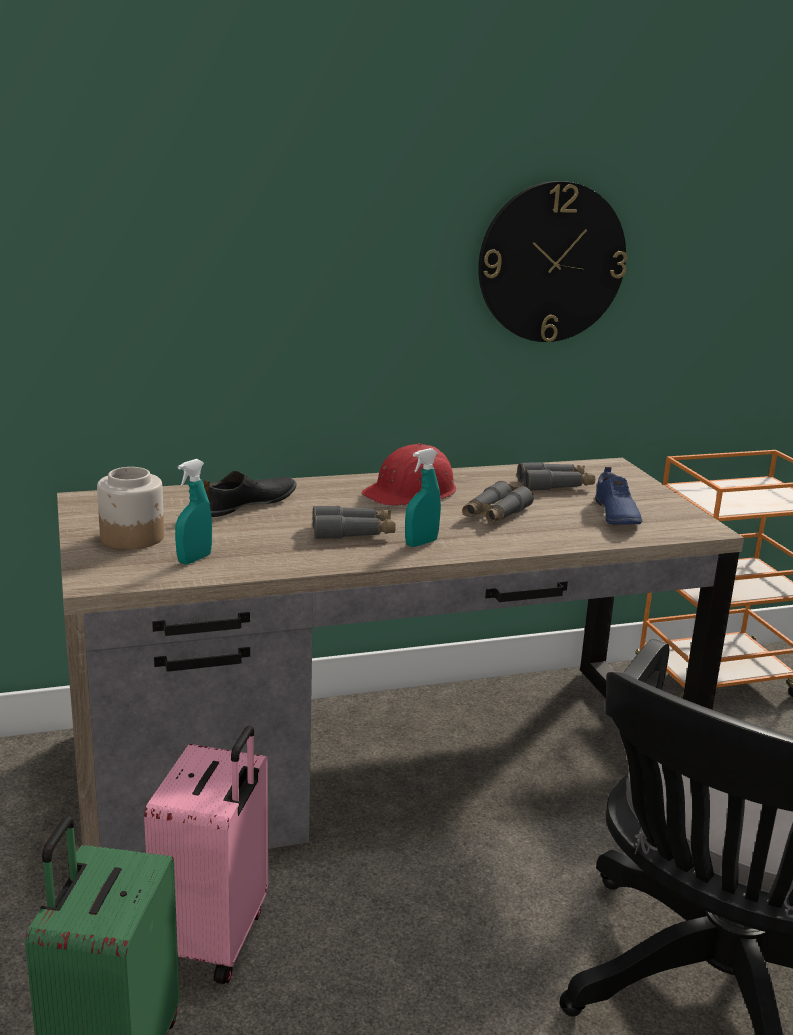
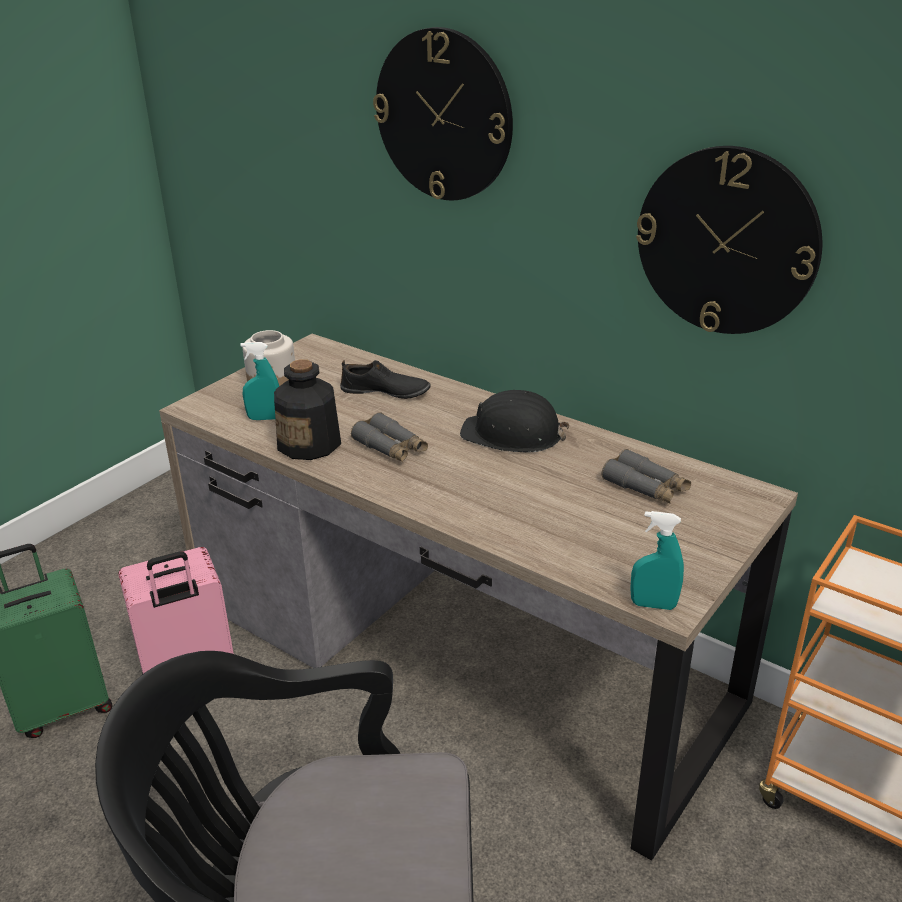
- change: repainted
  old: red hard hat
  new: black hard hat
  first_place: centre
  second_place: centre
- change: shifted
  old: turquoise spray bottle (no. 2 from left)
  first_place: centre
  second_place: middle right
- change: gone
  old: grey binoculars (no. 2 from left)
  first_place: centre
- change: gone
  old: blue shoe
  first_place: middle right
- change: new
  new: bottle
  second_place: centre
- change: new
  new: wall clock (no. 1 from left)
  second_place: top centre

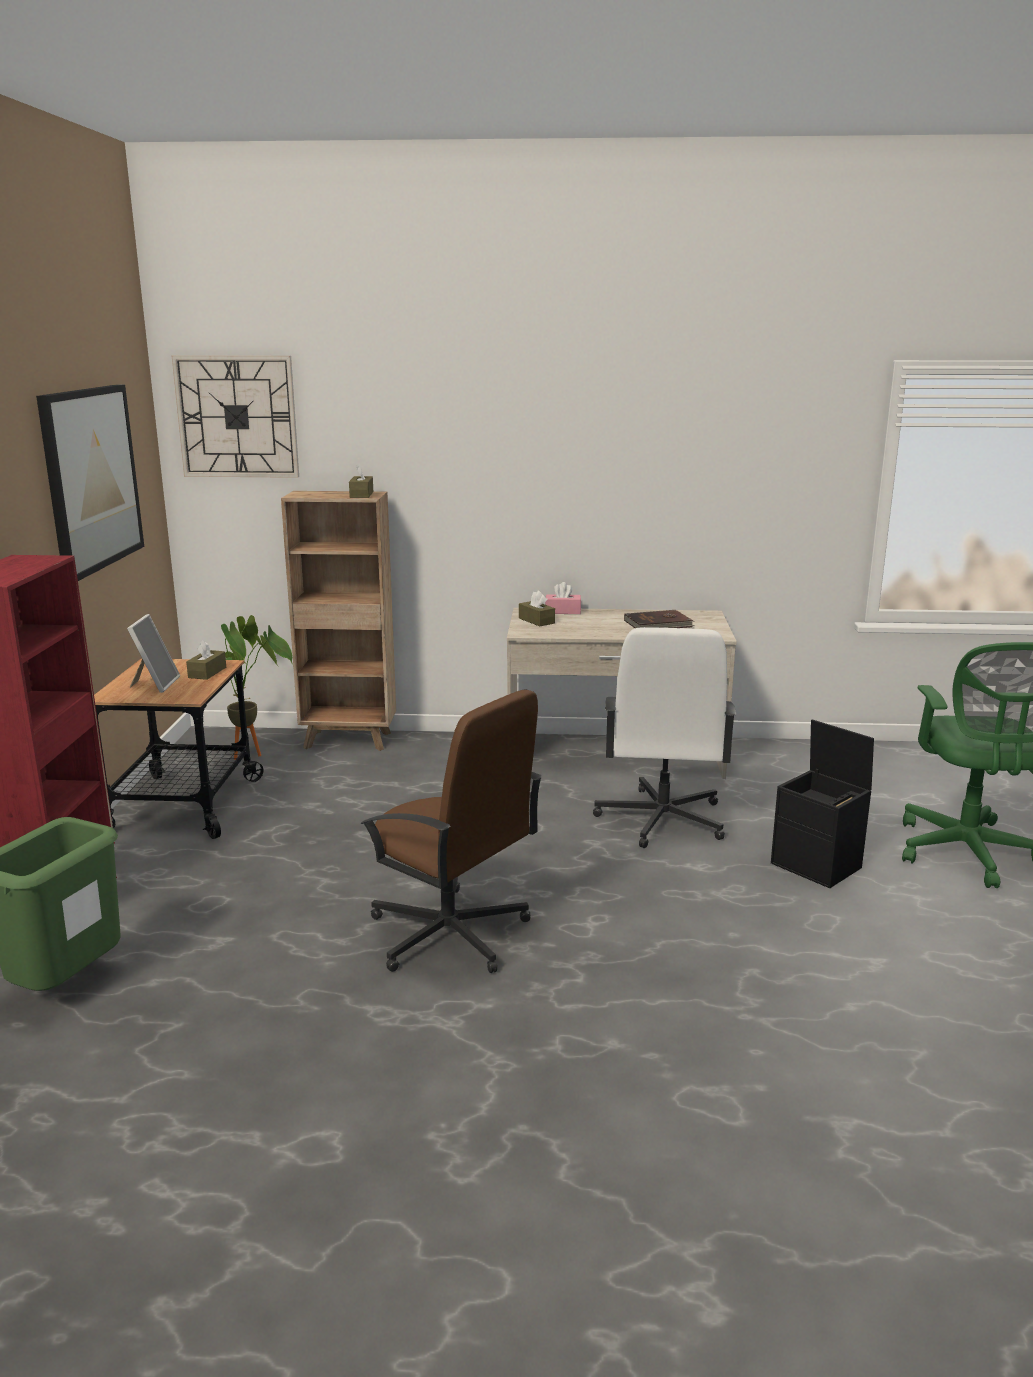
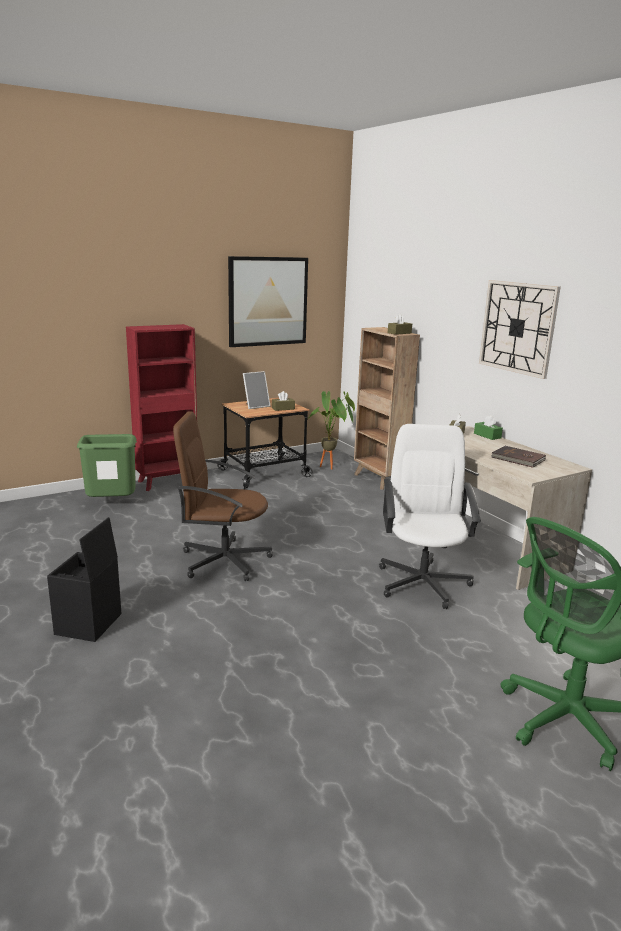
- change: shifted
  old: wall clock
  first_place: top left
  second_place: middle right
- change: rotated
  old: brown office chair
  first_place: centre
  second_place: centre
  degrees: 90
- change: repainted
  old: pink tissue box
  new: green tissue box
  first_place: centre
  second_place: middle right
- change: rotated
  old: white office chair
  first_place: centre
  second_place: middle right
  degrees: 120
- change: shifted
  old: black storage box
  first_place: middle right
  second_place: middle left

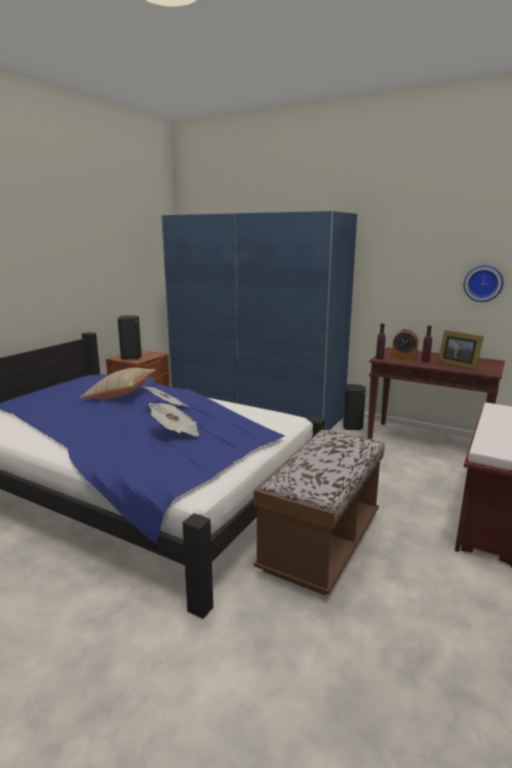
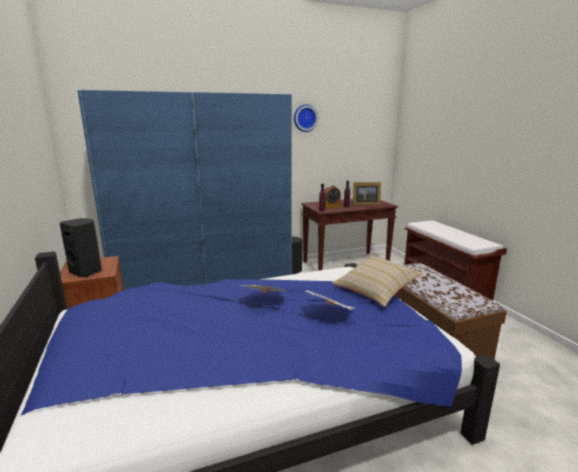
- change: shifted
  old: beige pillow
  first_place: middle left
  second_place: centre
- change: shifted
  old: wall clock
  first_place: middle right
  second_place: top centre

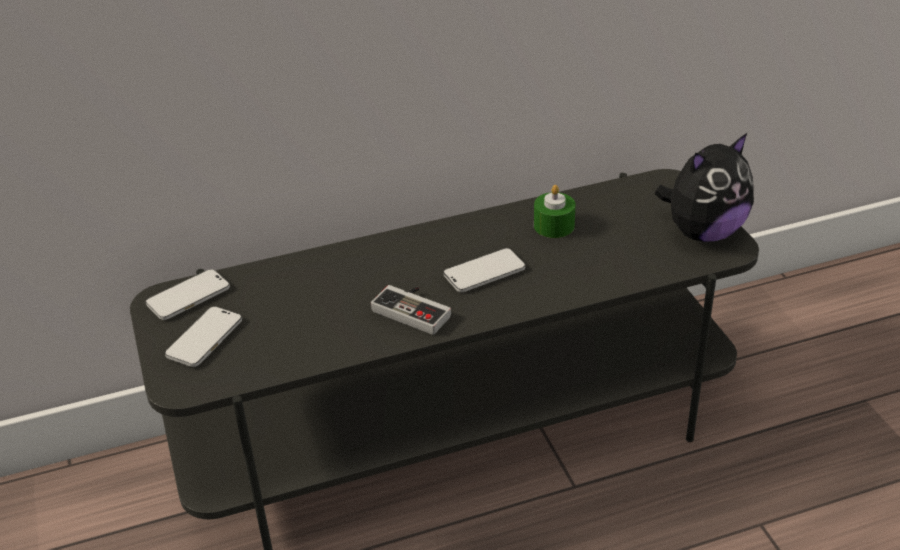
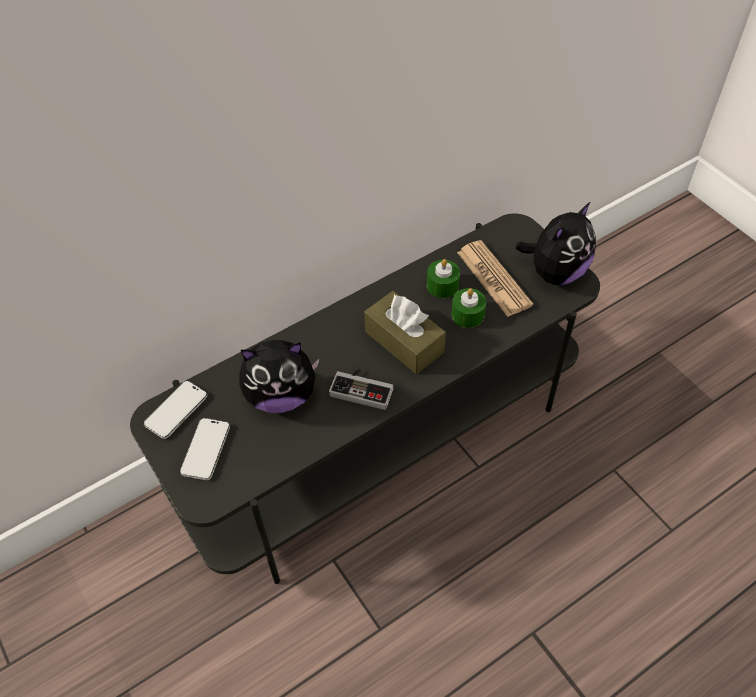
- change: swapped
  old: phone (no. 3 from left)
  new: brown tissue box
  first_place: centre
  second_place: centre
- change: new
  new: plush toy (no. 1 from left)
  second_place: centre
- change: new
  new: green candle (no. 2 from left)
  second_place: centre
- change: new
  new: newspaper
  second_place: centre

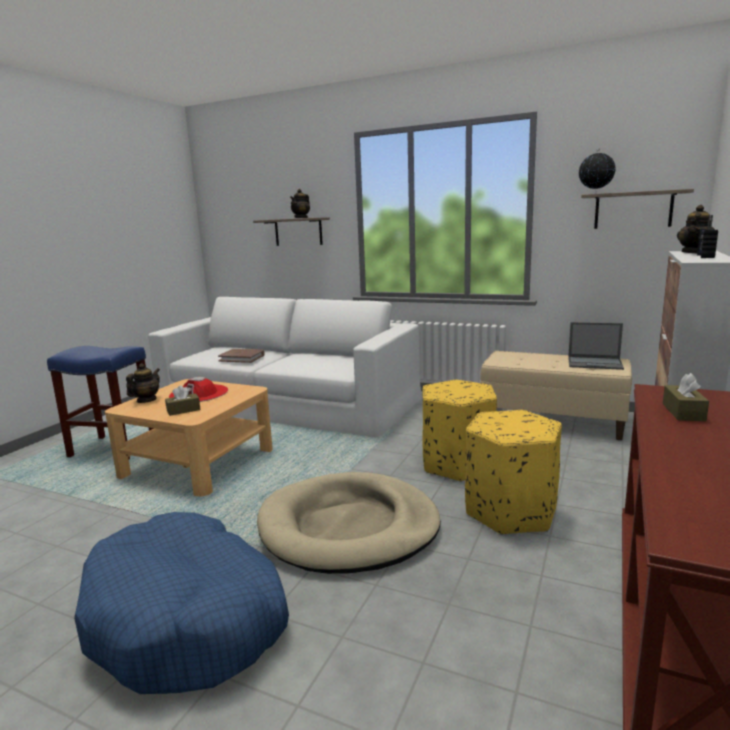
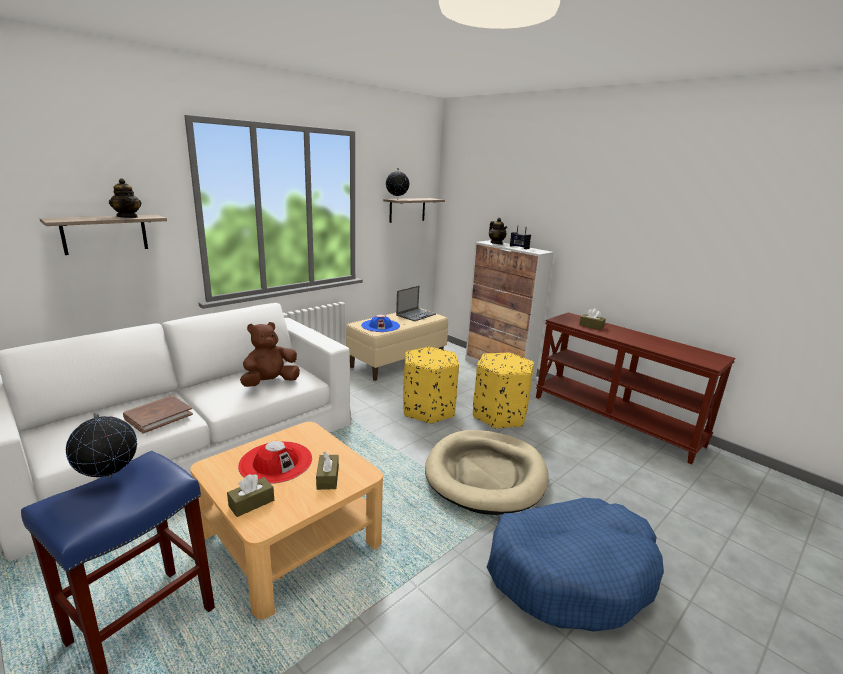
- change: swapped
  old: teapot (no. 1 from left)
  new: brown tissue box (no. 1 from left)
  first_place: middle left
  second_place: bottom left
- change: new
  new: globe (no. 1 from left)
  second_place: middle left
- change: new
  new: brown plush toy
  second_place: middle left
- change: new
  new: blue hat
  second_place: centre

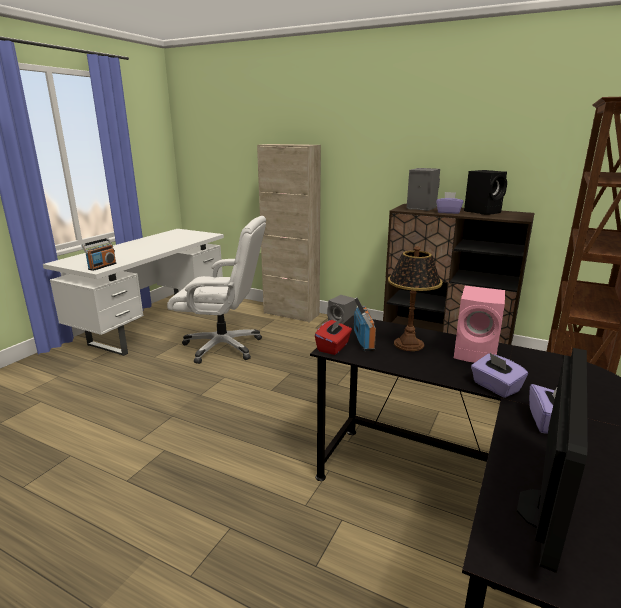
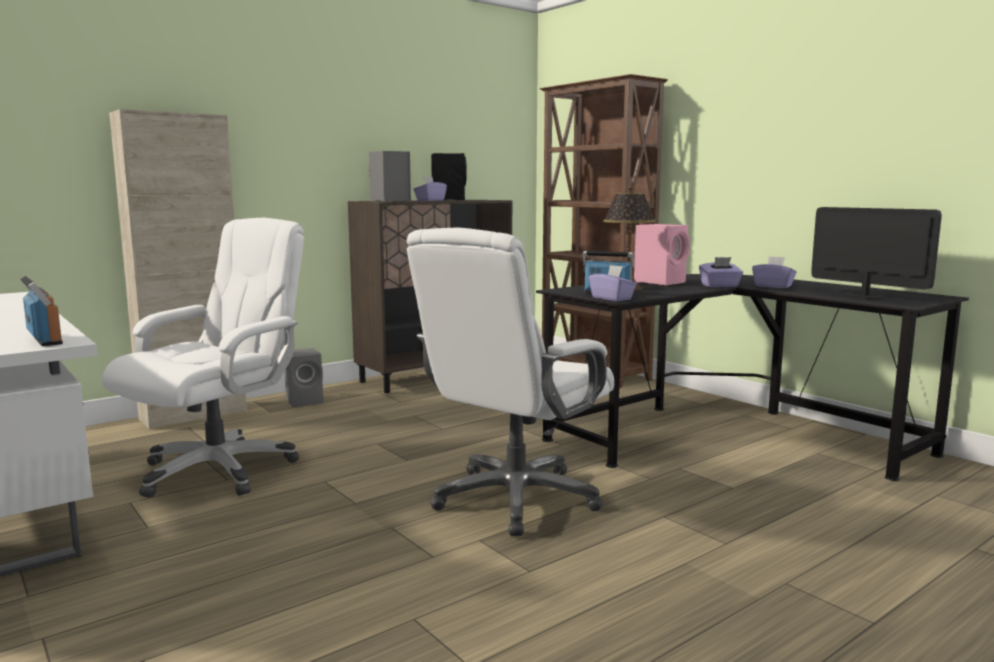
- change: repainted
  old: red tissue box
  new: purple tissue box (no. 2 from left)
  first_place: centre
  second_place: centre
- change: new
  new: white office chair (no. 2 from left)
  second_place: centre

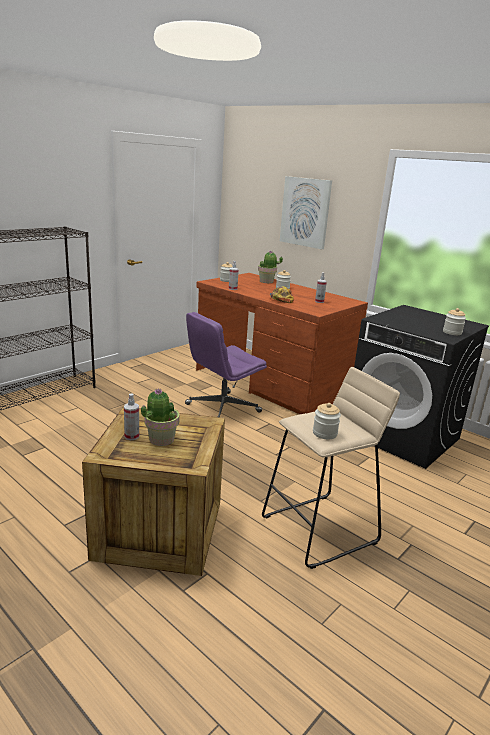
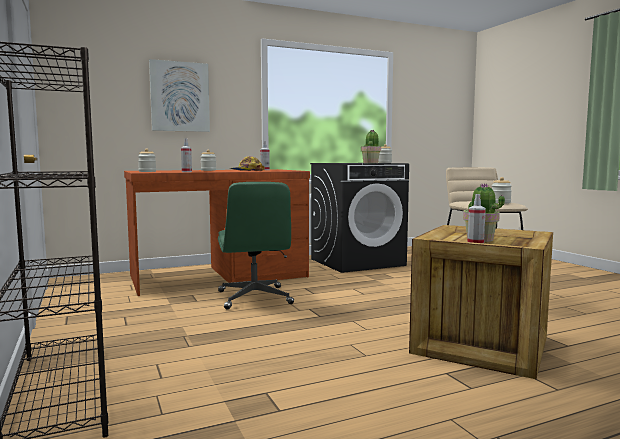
- change: repainted
  old: purple office chair
  new: green office chair
  first_place: centre
  second_place: centre
- change: shifted
  old: potted plant (no. 2 from left in the first image)
  new: potted plant (no. 1 from left)
  first_place: centre
  second_place: top centre

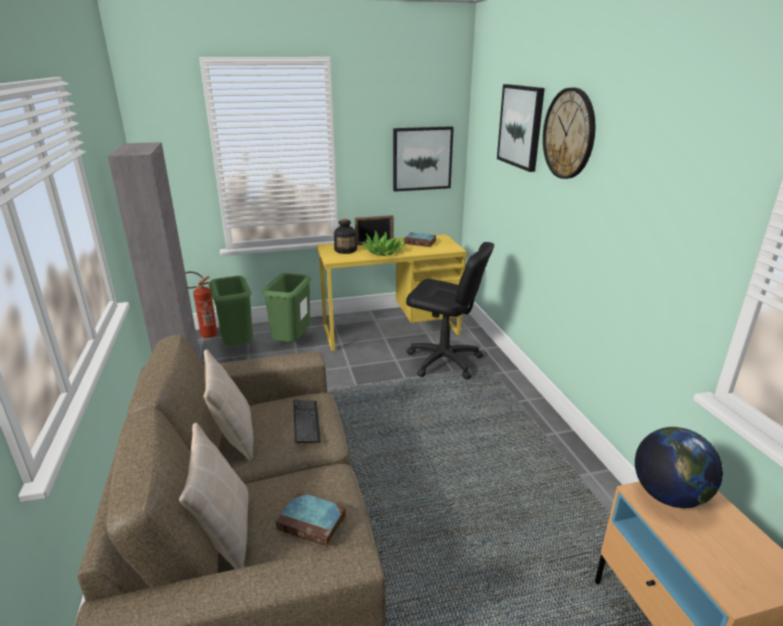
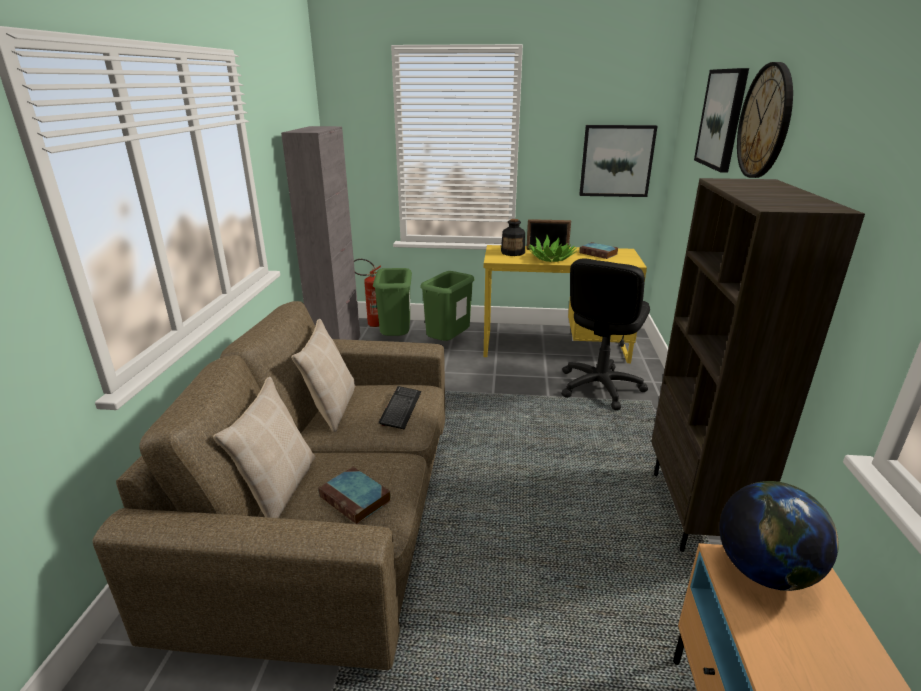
- change: rotated
  old: black office chair
  first_place: centre
  second_place: centre
  degrees: 75
- change: new
  new: brown bookcase
  second_place: middle right

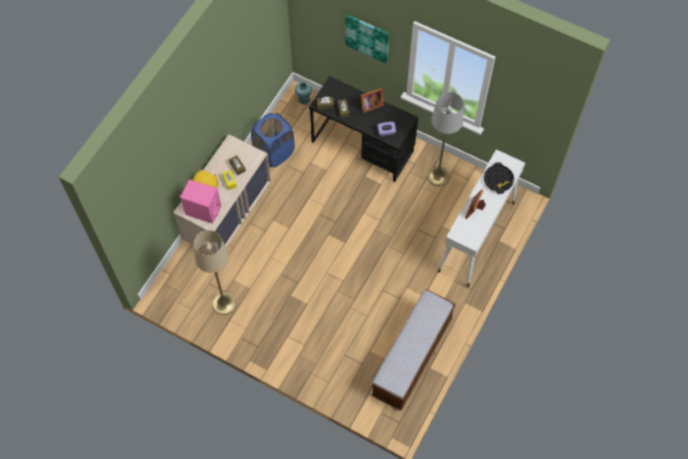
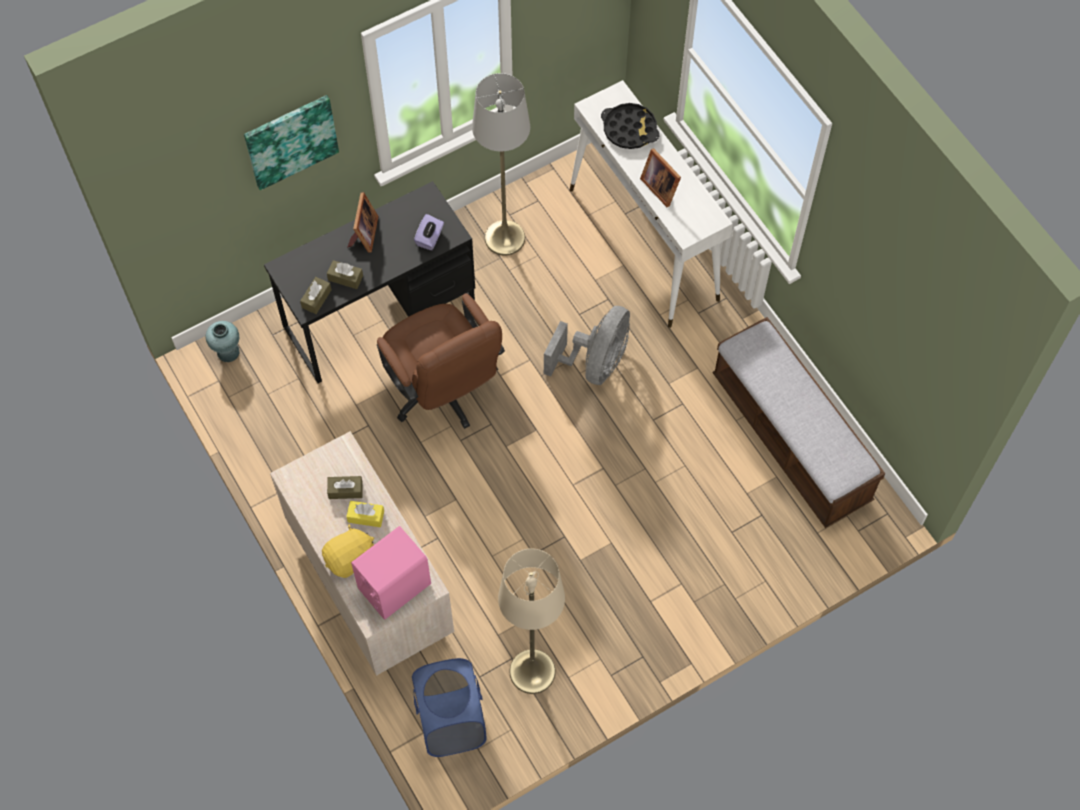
- change: shifted
  old: blue laundry basket
  first_place: top centre
  second_place: bottom centre
- change: new
  new: brown office chair
  second_place: centre
- change: new
  new: grey fan
  second_place: centre

